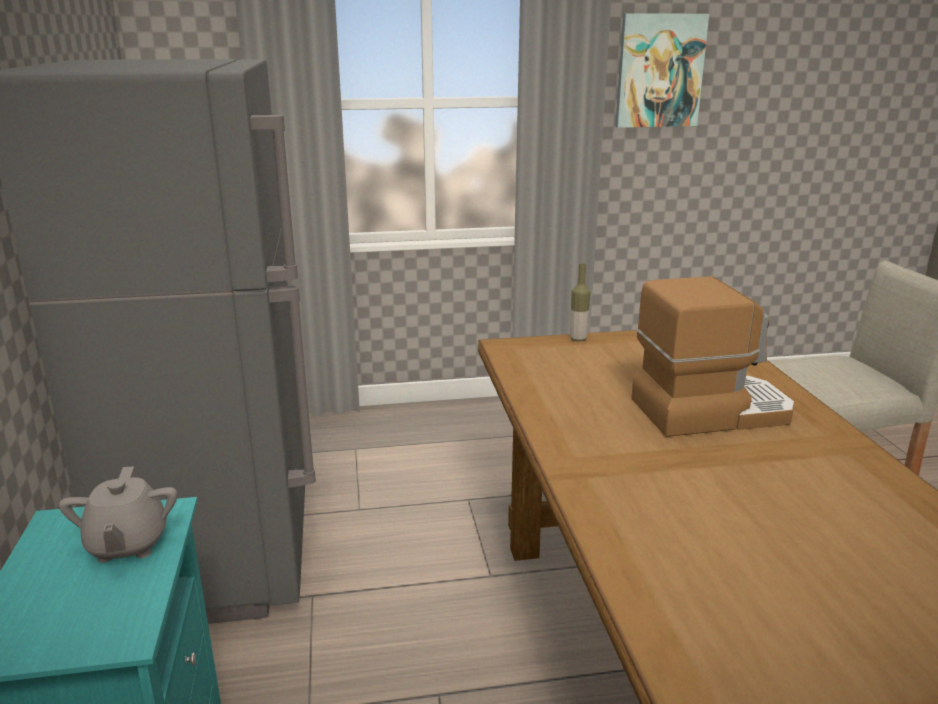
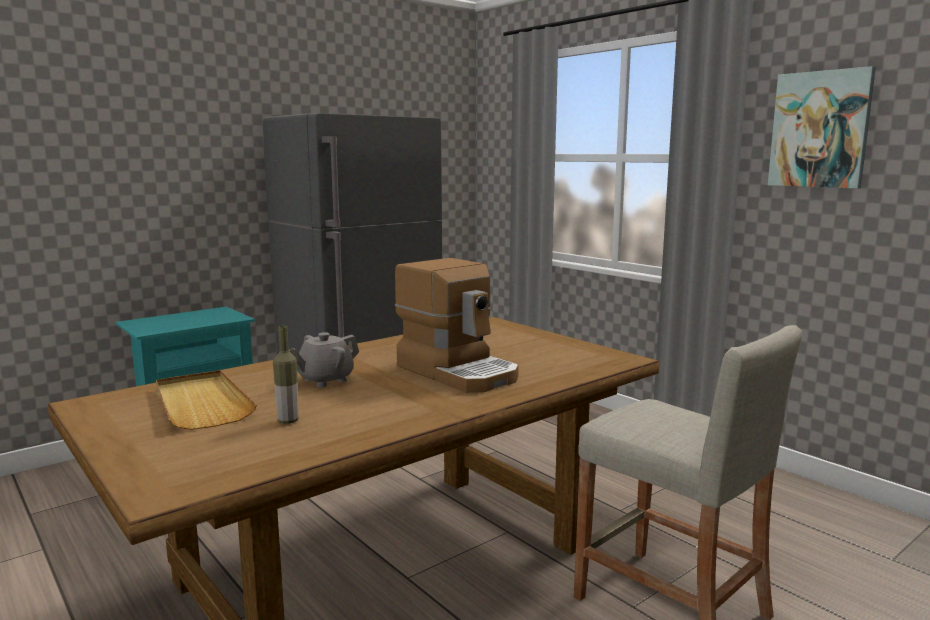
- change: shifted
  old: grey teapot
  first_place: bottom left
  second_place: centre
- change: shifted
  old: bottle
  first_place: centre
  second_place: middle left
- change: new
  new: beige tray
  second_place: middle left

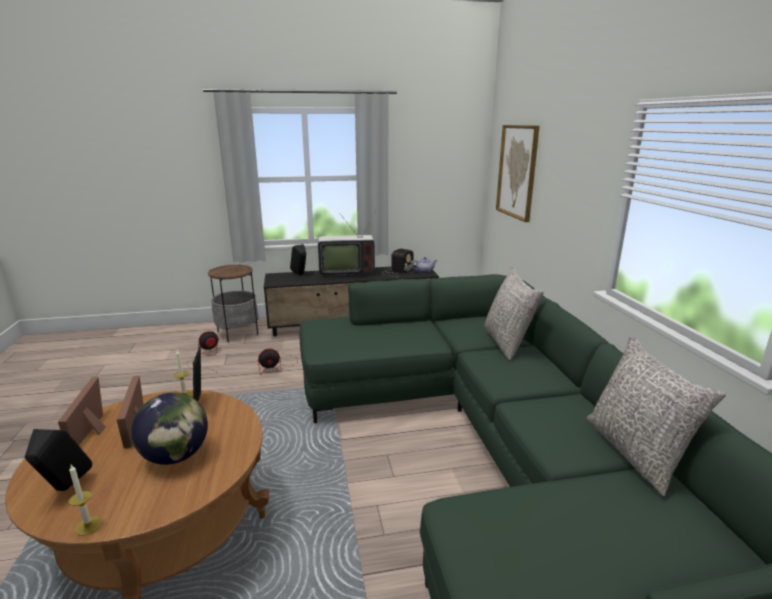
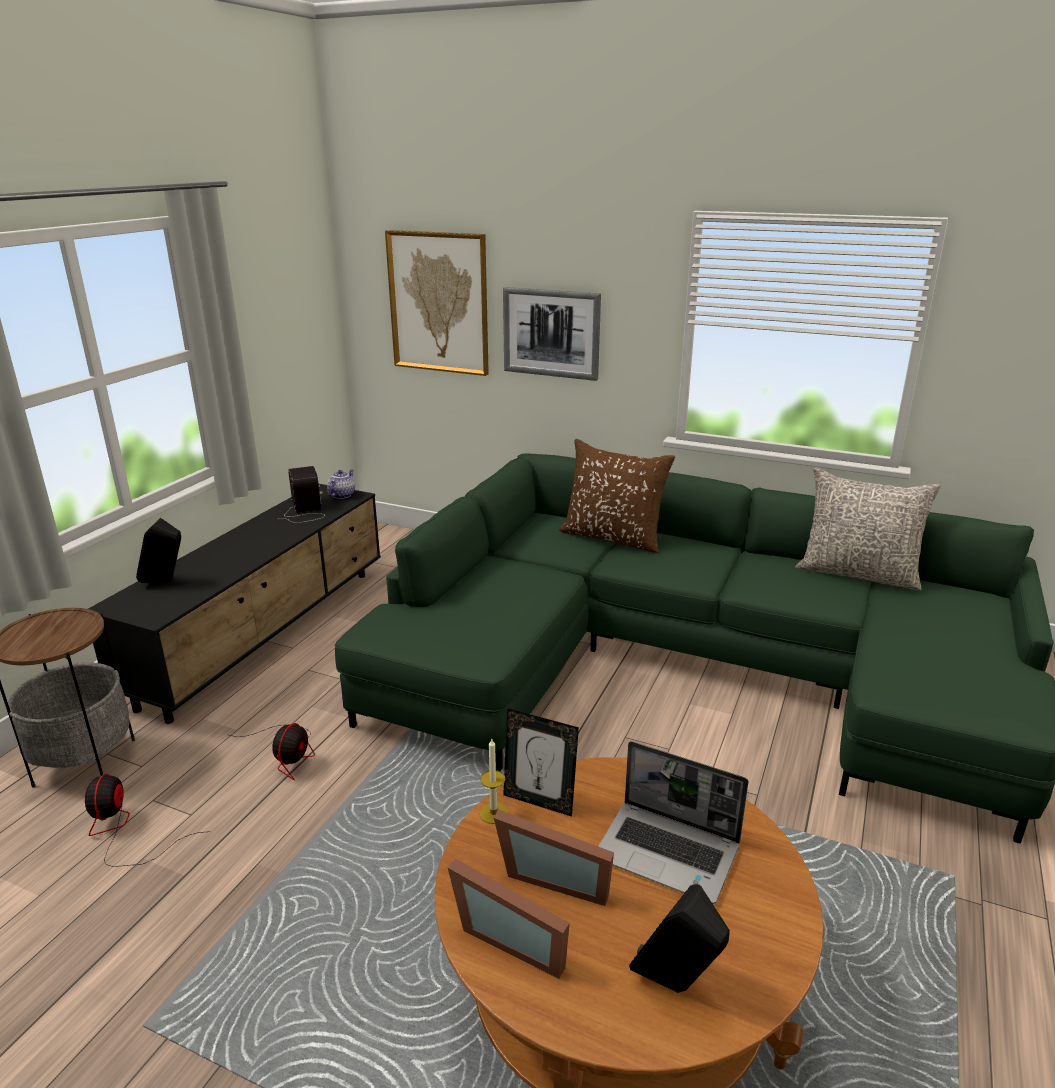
- change: gone
  old: candle (no. 1 from left)
  first_place: bottom left
- change: swapped
  old: globe
  new: laptop
  first_place: bottom left
  second_place: bottom centre
- change: gone
  old: television
  first_place: centre
- change: repainted
  old: grey pillow (no. 1 from left)
  new: brown pillow
  first_place: centre
  second_place: centre
- change: new
  new: picture (no. 2 from left)
  second_place: top centre

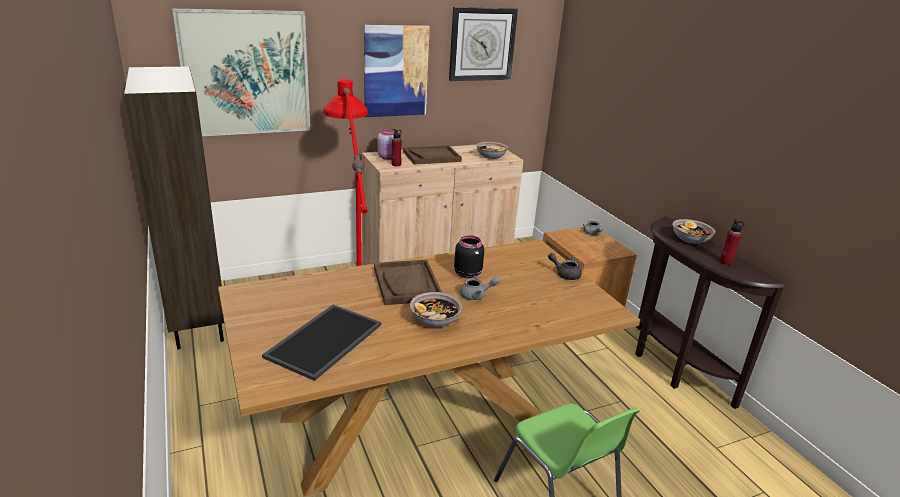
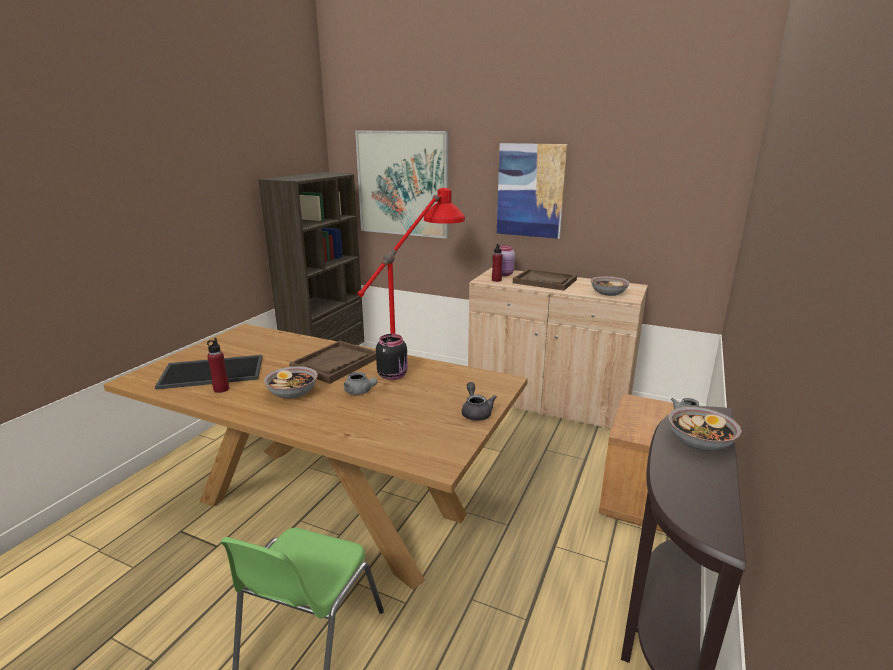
- change: gone
  old: wall clock
  first_place: top centre
- change: shifted
  old: red bottle (no. 2 from left in the first image)
  new: red bottle (no. 1 from left)
  first_place: middle right
  second_place: middle left

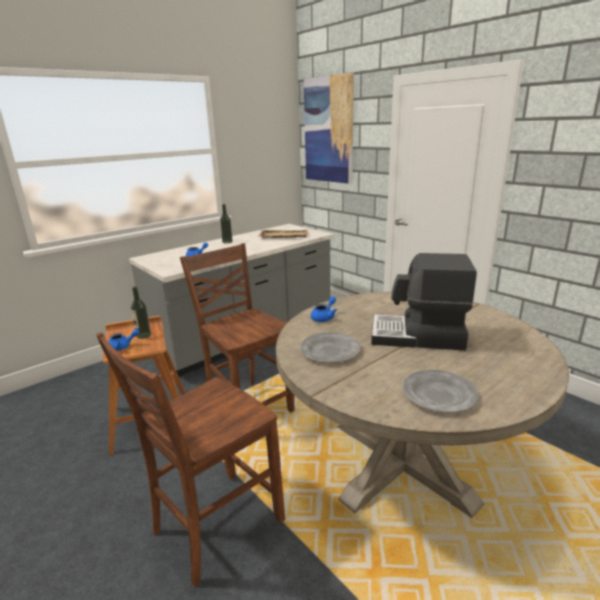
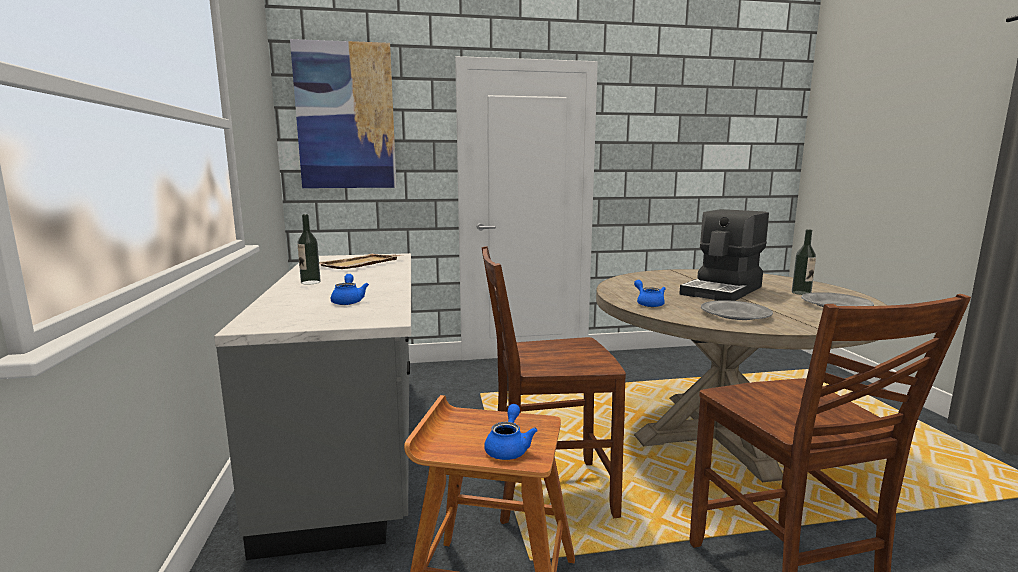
- change: shifted
  old: bottle (no. 1 from left in the first image)
  new: bottle (no. 2 from left)
  first_place: middle left
  second_place: middle right

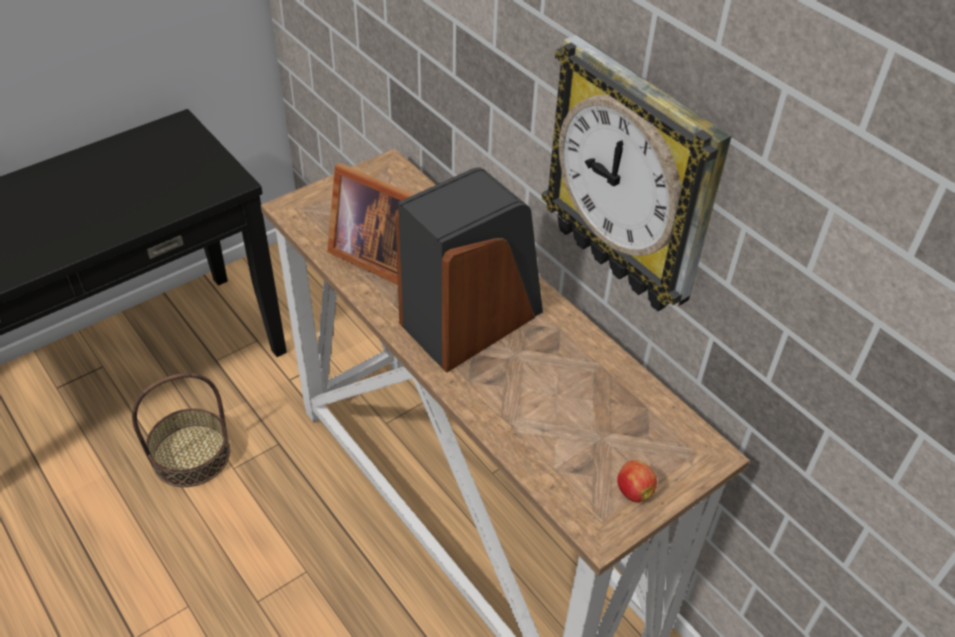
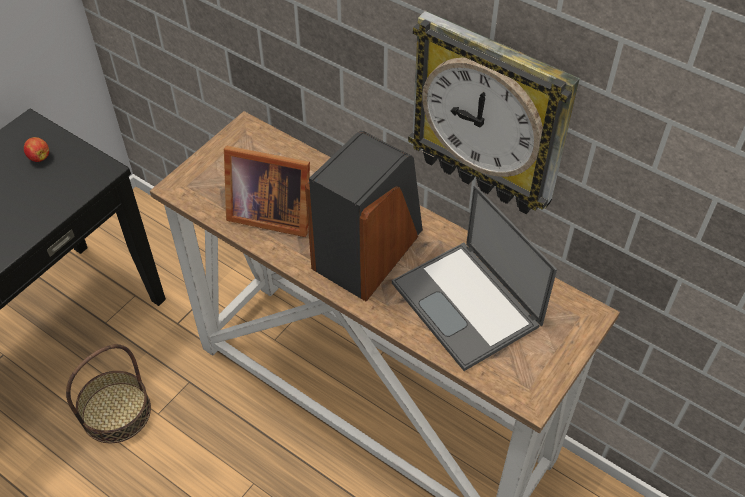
- change: shifted
  old: apple
  first_place: bottom right
  second_place: top left
- change: new
  new: laptop
  second_place: centre

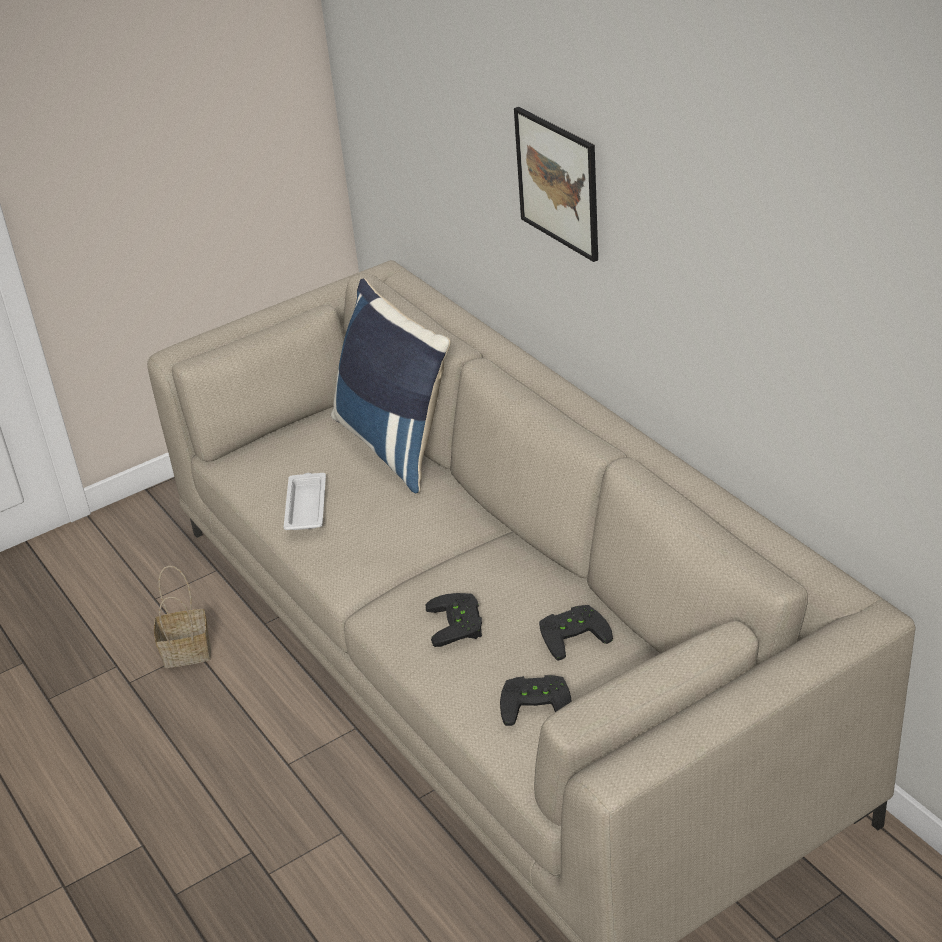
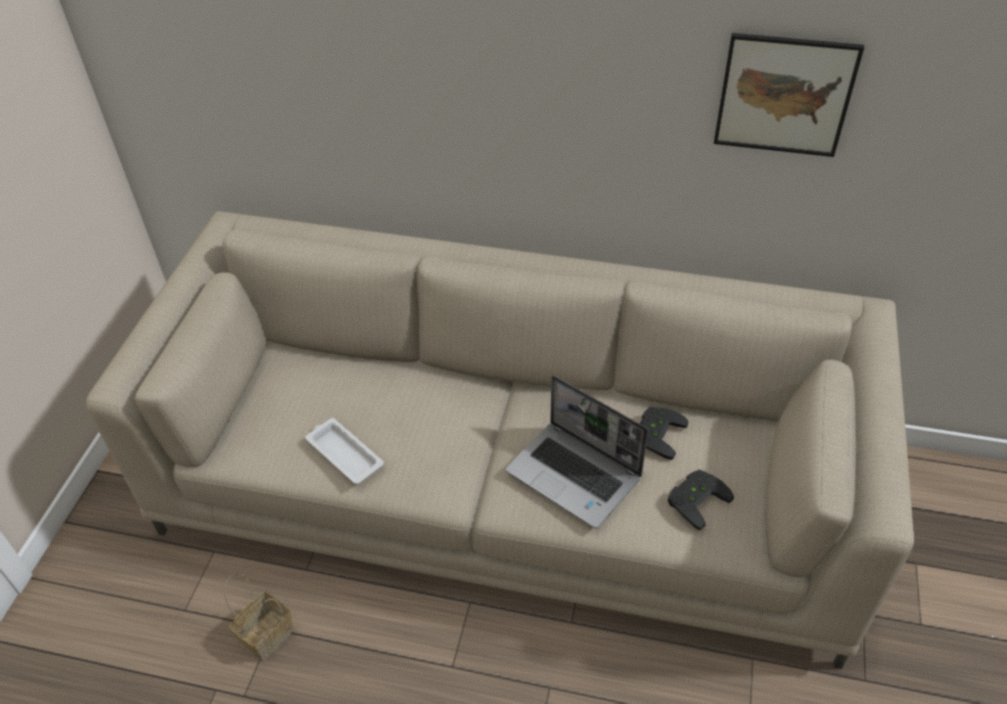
- change: gone
  old: blue pillow
  first_place: centre
- change: swapped
  old: black game controller (no. 1 from left)
  new: laptop
  first_place: centre
  second_place: centre
- change: shifted
  old: picture
  first_place: top centre
  second_place: top right

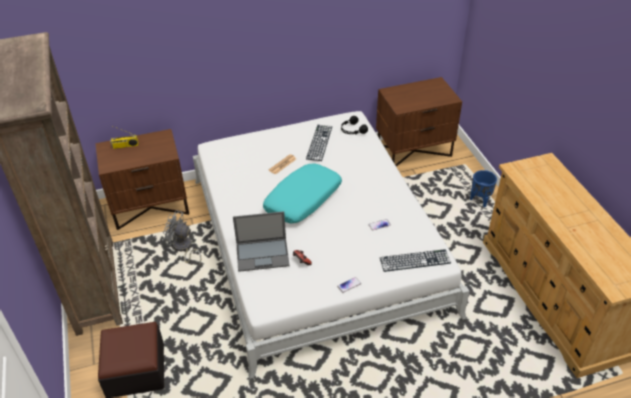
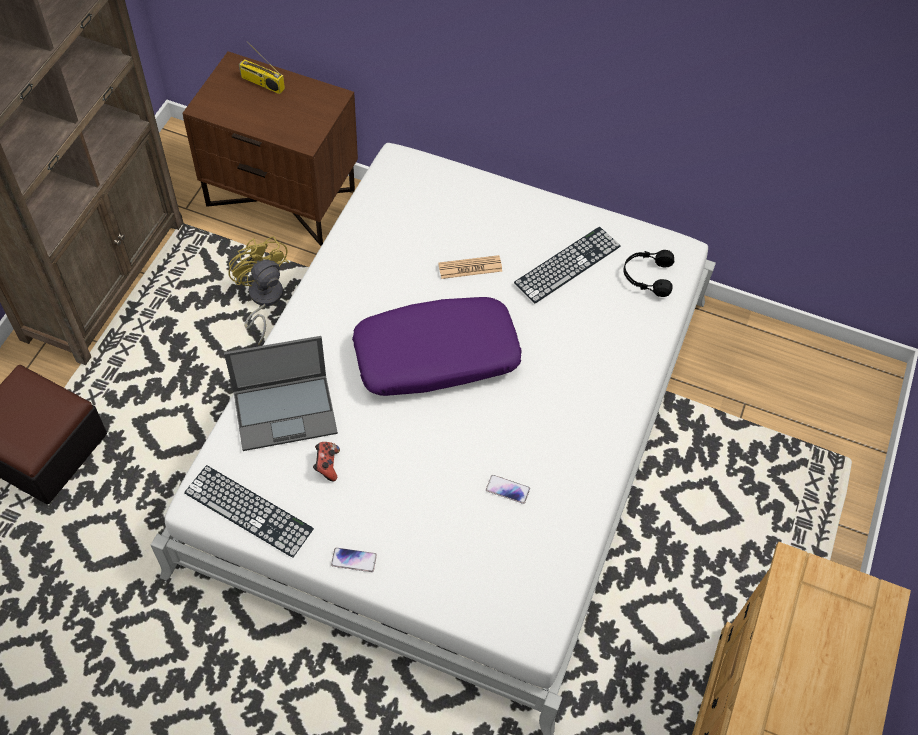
- change: repainted
  old: grey fan
  new: yellow fan
  first_place: middle left
  second_place: middle left
- change: rotated
  old: laptop
  first_place: centre
  second_place: middle left
  degrees: -45
- change: repainted
  old: turquoise pillow
  new: purple pillow
  first_place: centre
  second_place: centre
- change: gone
  old: brown nightstand (no. 2 from left)
  first_place: top centre
- change: shifted
  old: keyboard (no. 2 from left in the first image)
  new: keyboard (no. 1 from left)
  first_place: centre
  second_place: bottom left
- change: gone
  old: blue planter
  first_place: middle right

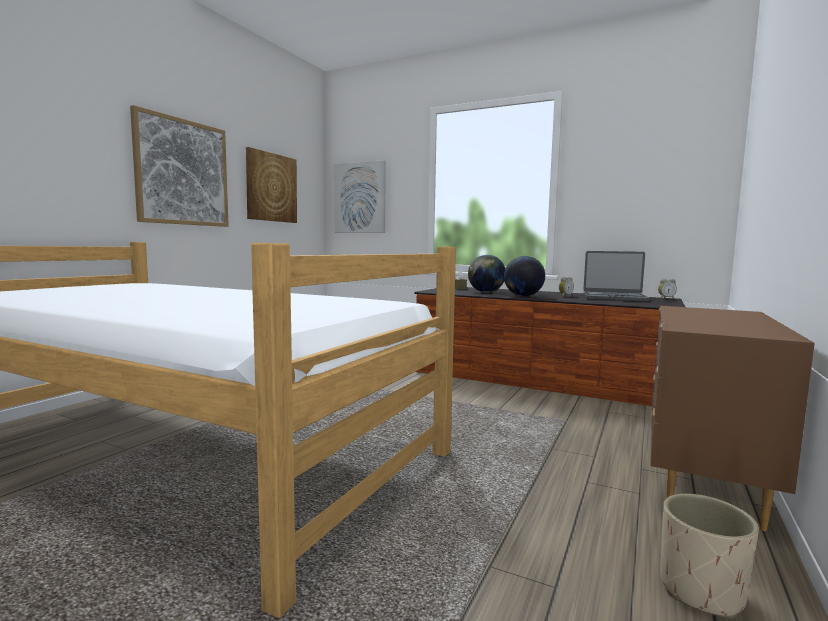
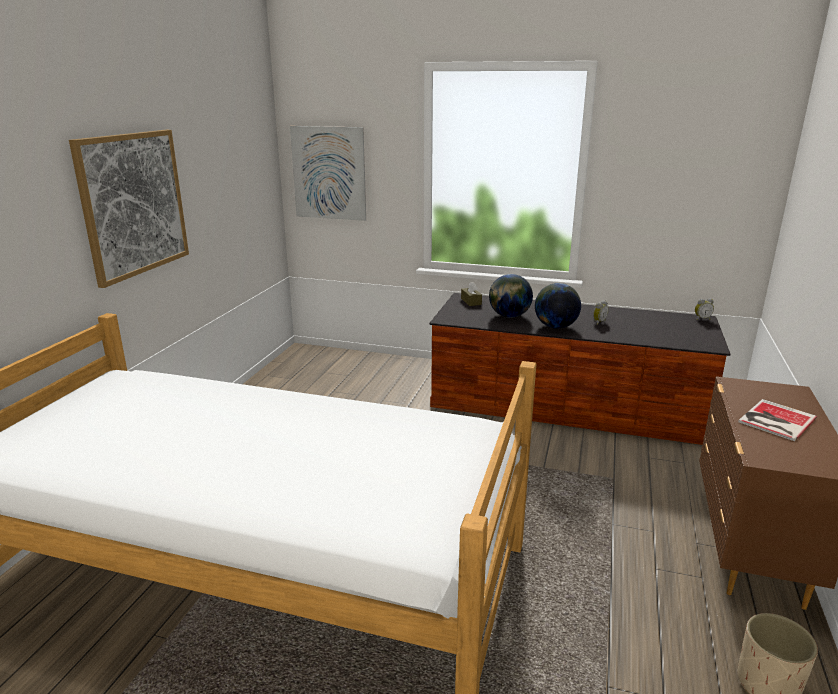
- change: gone
  old: picture (no. 2 from left)
  first_place: top left
- change: gone
  old: laptop
  first_place: middle right
- change: new
  new: book
  second_place: middle right

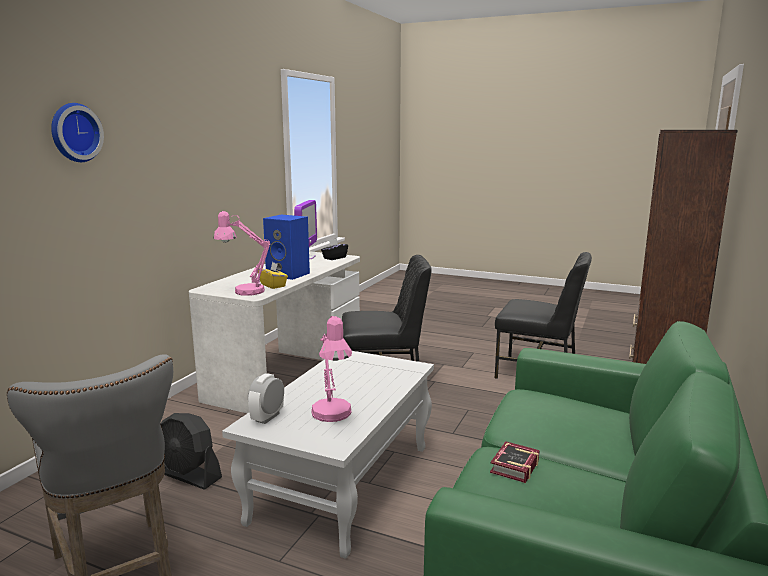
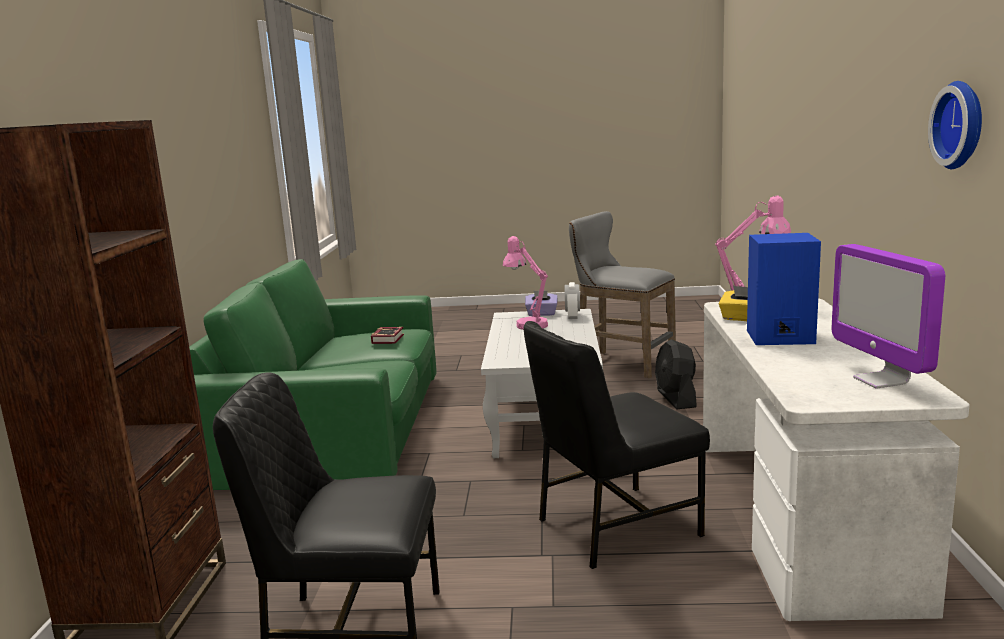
- change: shifted
  old: wall clock
  first_place: top left
  second_place: top right
- change: rotated
  old: black fan
  first_place: bottom left
  second_place: middle right
  degrees: -105
- change: gone
  old: black tissue box
  first_place: centre
- change: new
  new: purple tissue box
  second_place: centre

